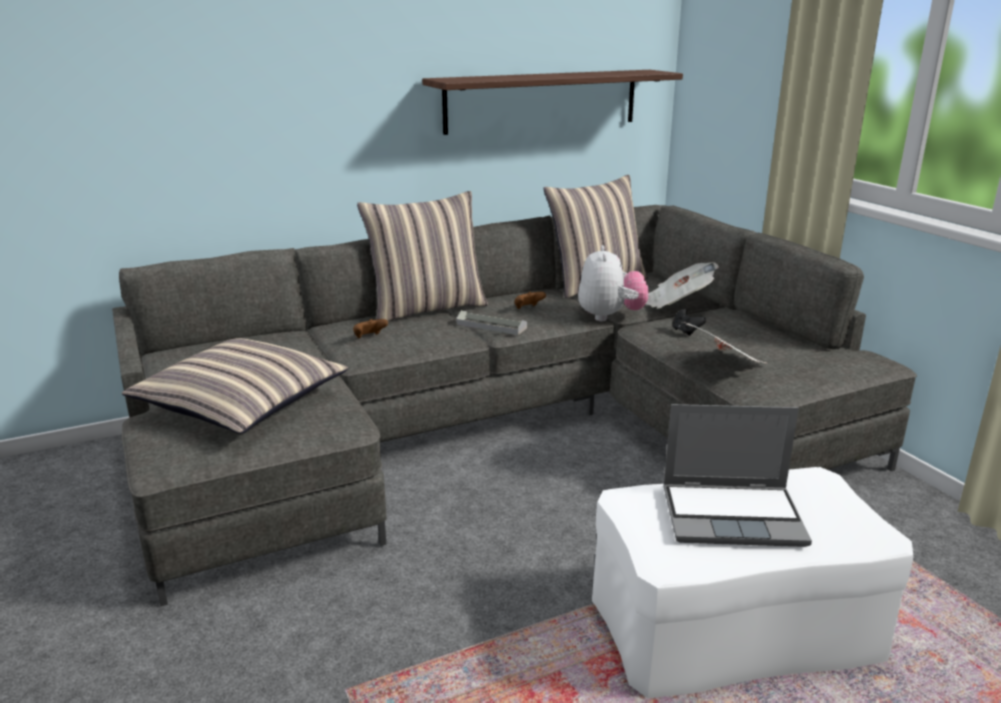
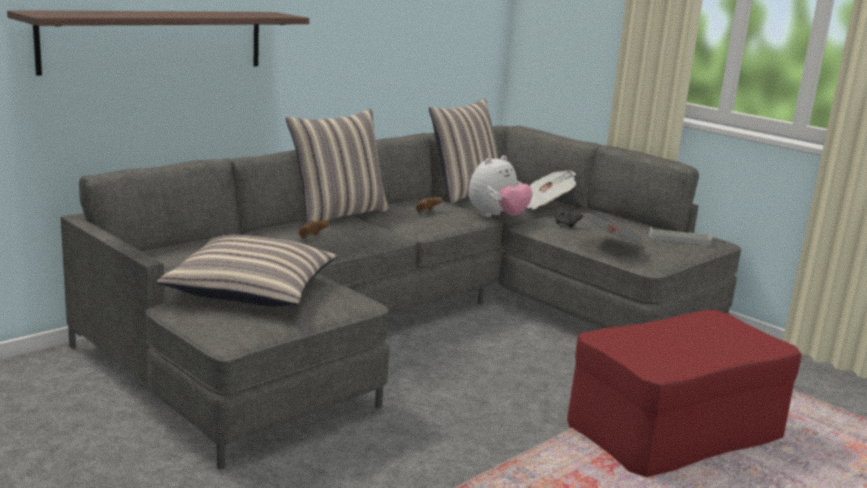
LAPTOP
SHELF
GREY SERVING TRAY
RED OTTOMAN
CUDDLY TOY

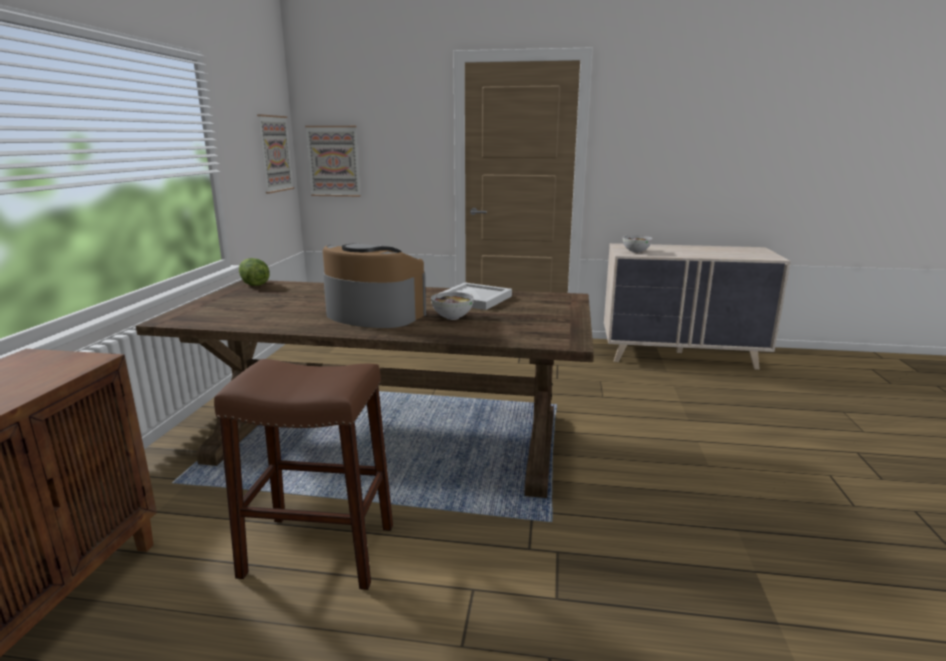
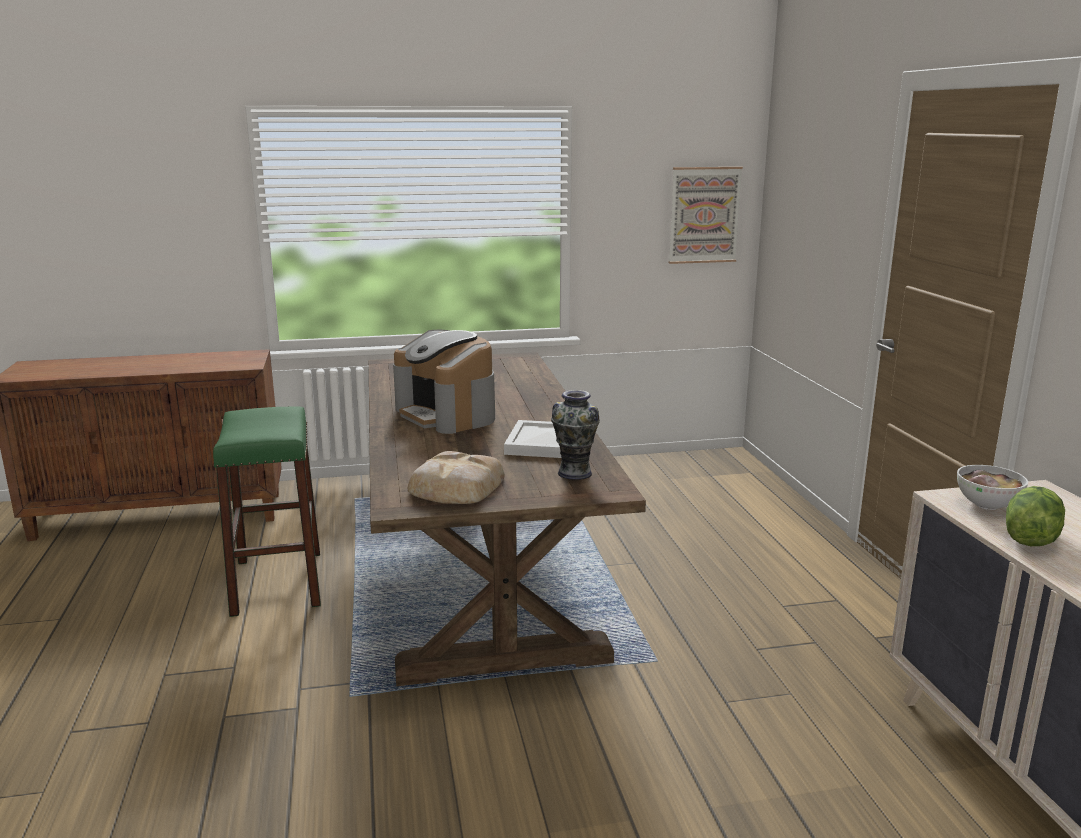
PICTURE (no. 2 from left in the first image)
SERVING BOWL (no. 1 from left in the first image)
BREAD
VASE
LETTUCE HEAD
GREEN-COLOURED STOOL SEAT
COFFEE BREWER

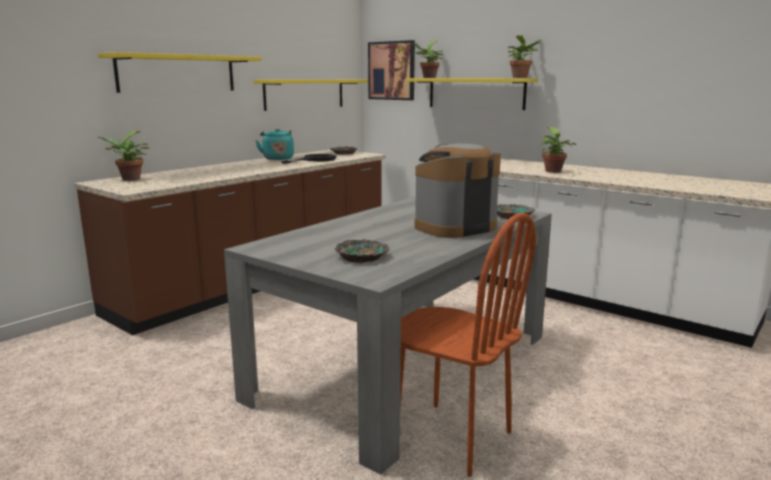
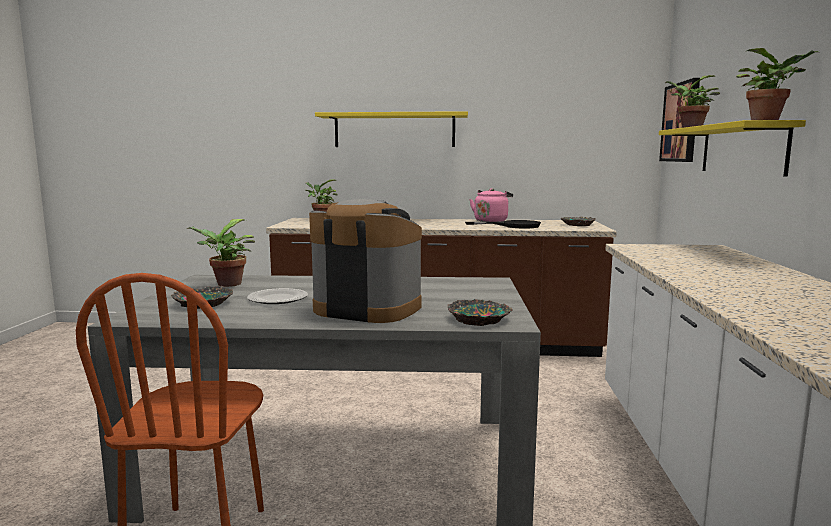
YELLOWISH SHELF (no. 2 from left in the first image)
PLATE
HOUSEPLANT (no. 1 from left)
PINK-COLOURED WATER KETTLE

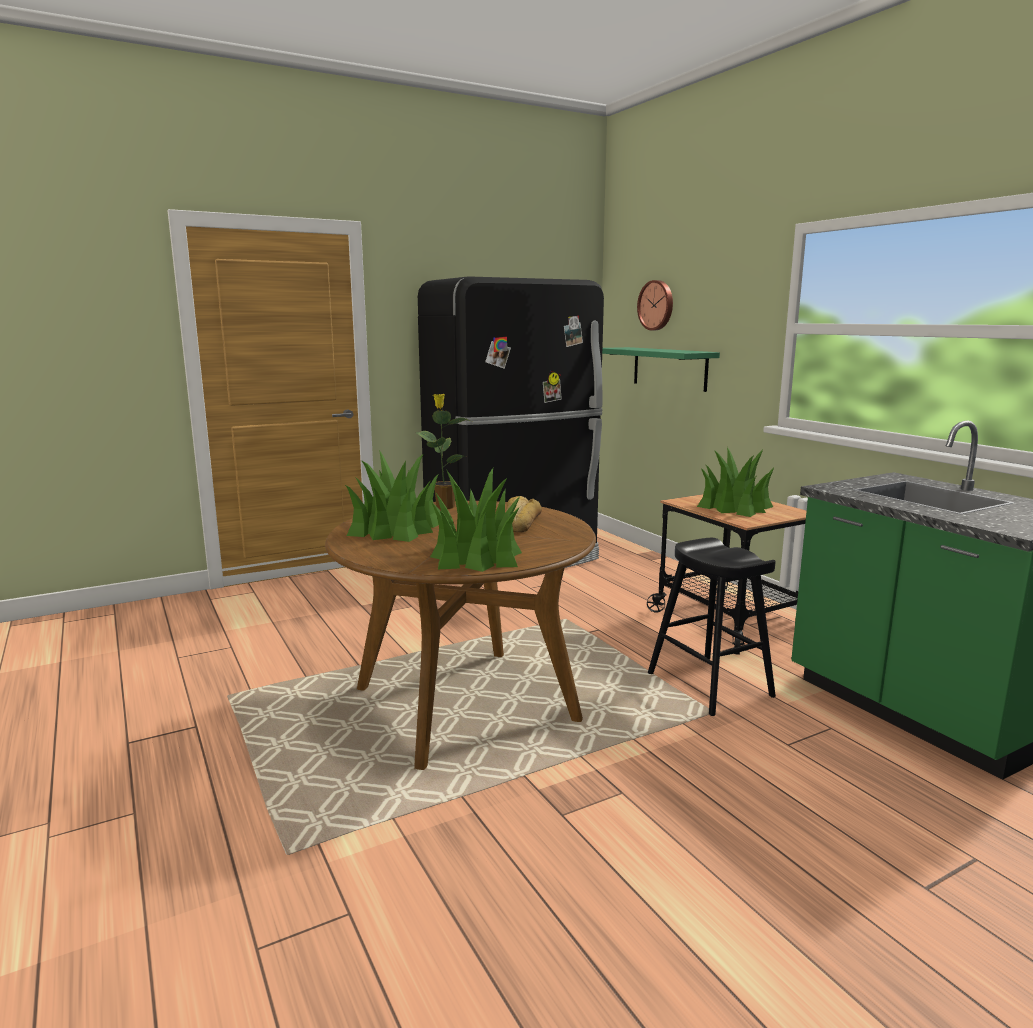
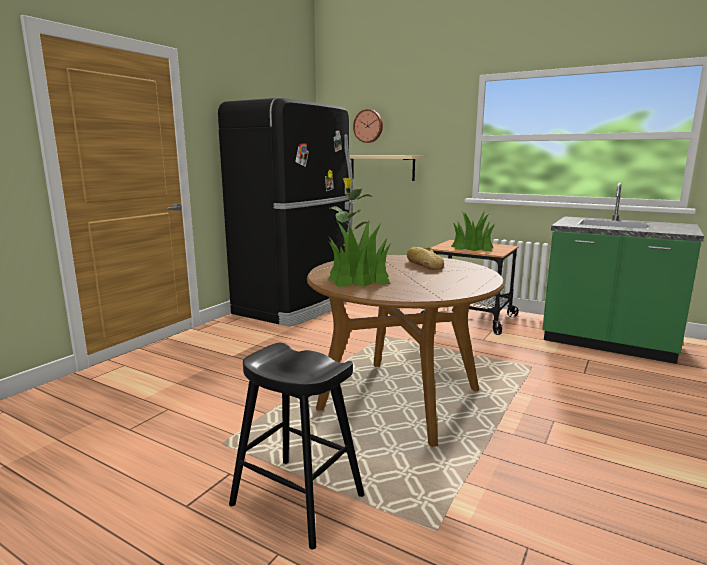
HOUSEPLANT (no. 3 from left in the first image)
BLACKISH STOOL SEAT
SAND-COLOURED SHELF

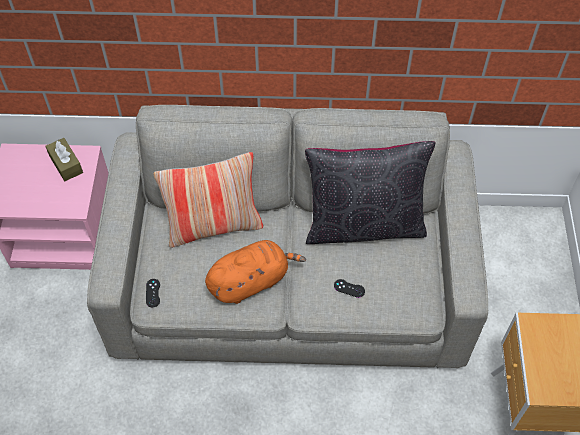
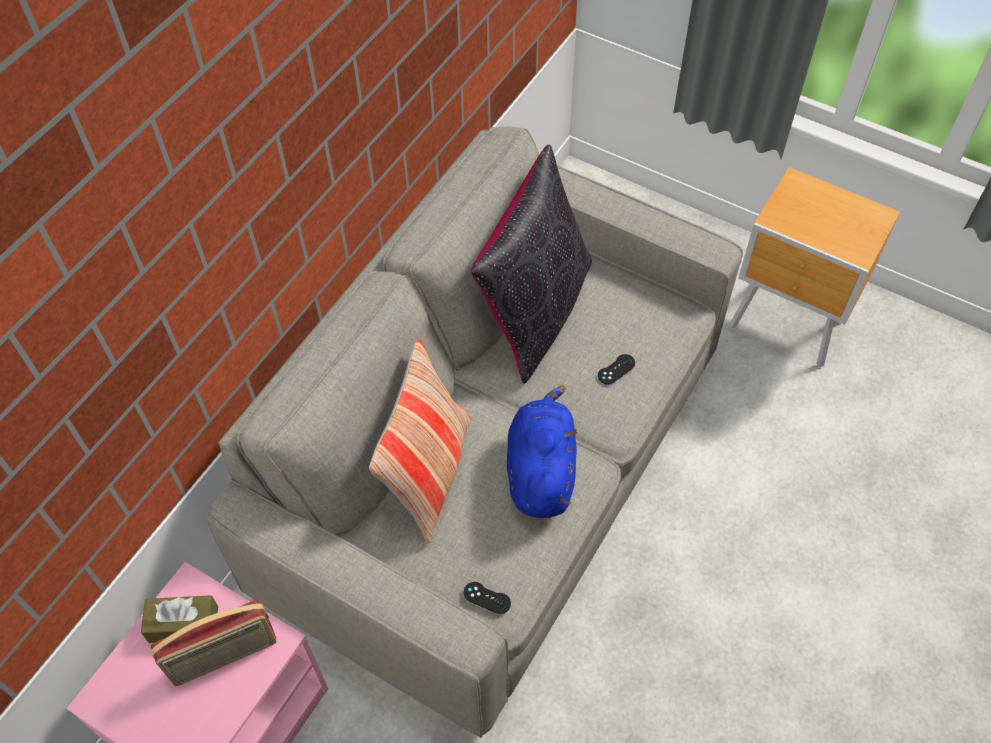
RADIO SET
BLUE CUDDLY TOY

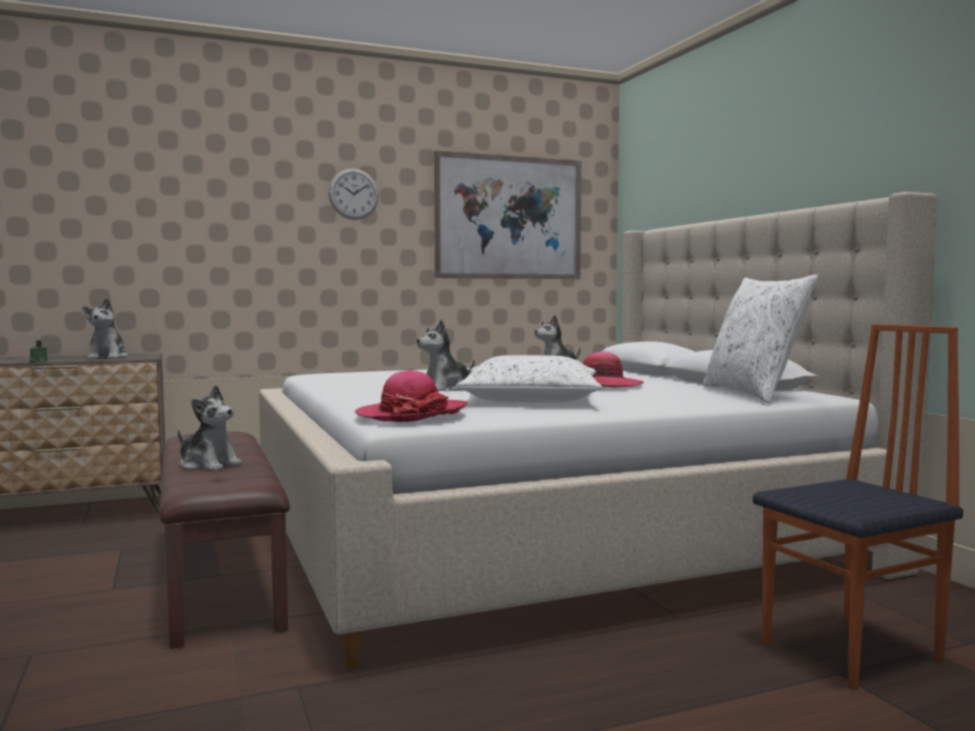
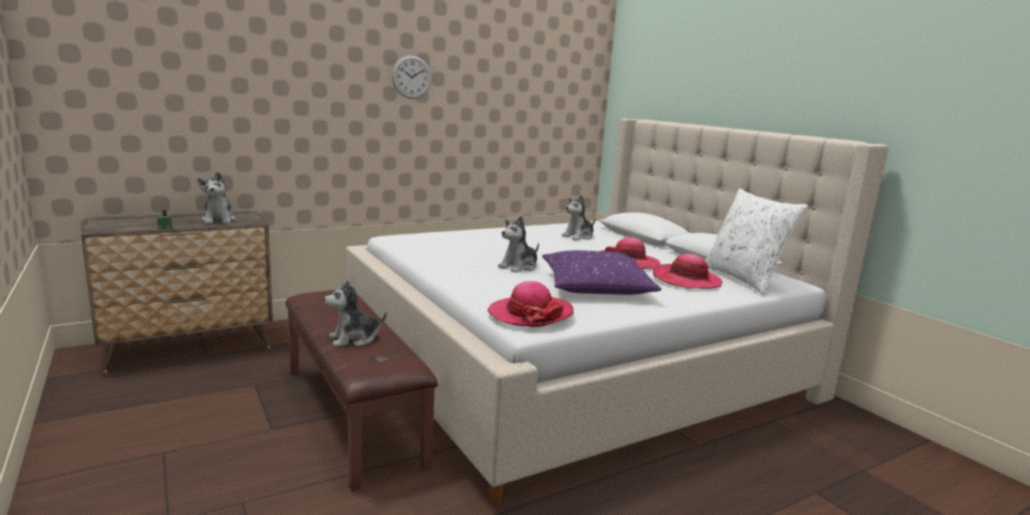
PICTURE
PLAIN CHAIR
WEARABLE HAT (no. 3 from left)
PURPLE CUSHION
CUDDLY TOY (no. 2 from left)

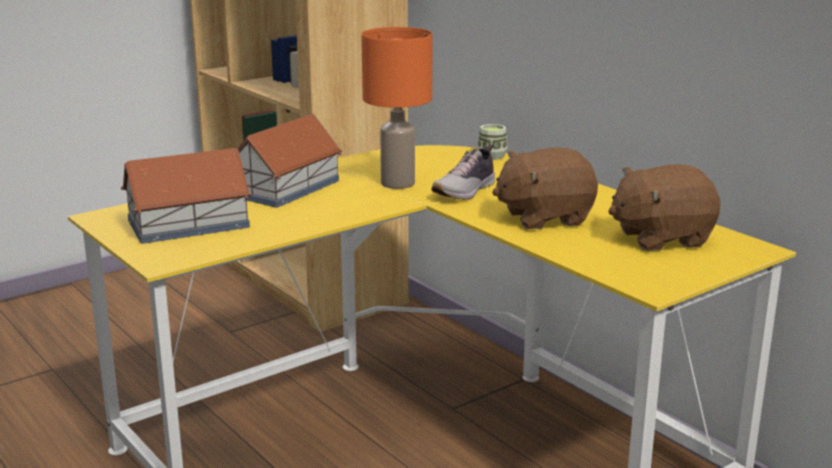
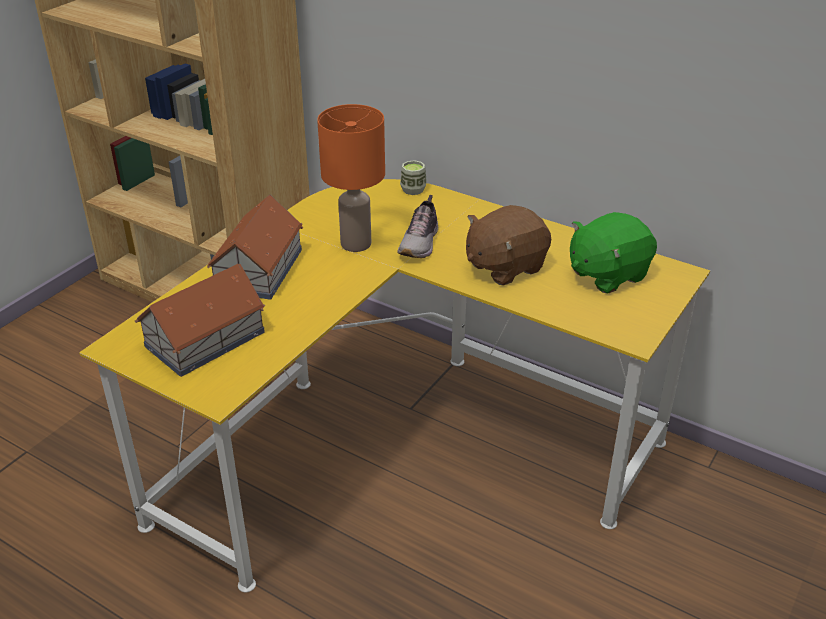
GREEN-COLOURED CUDDLY TOY

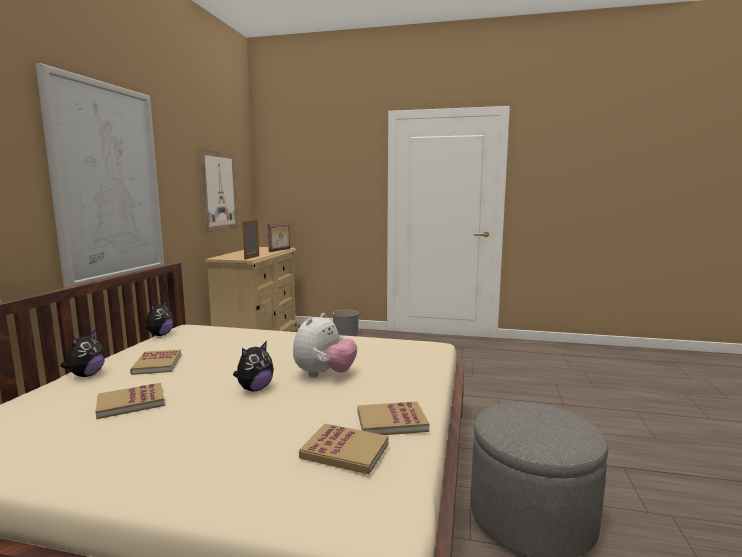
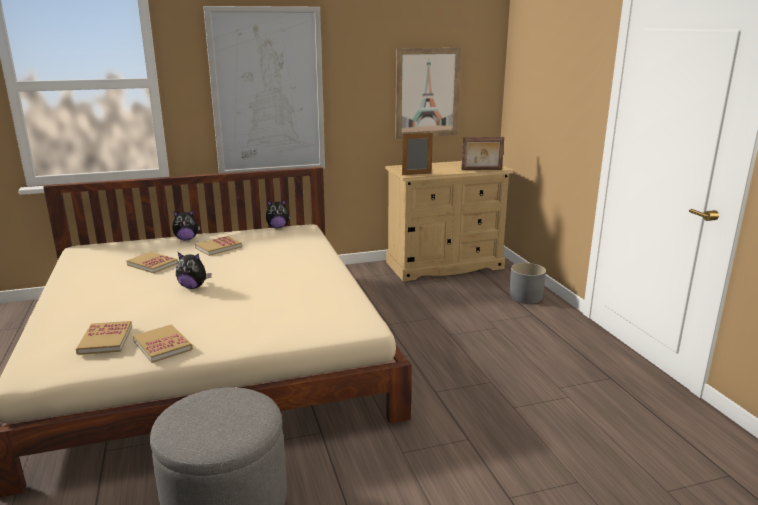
CUDDLY TOY (no. 4 from left in the first image)

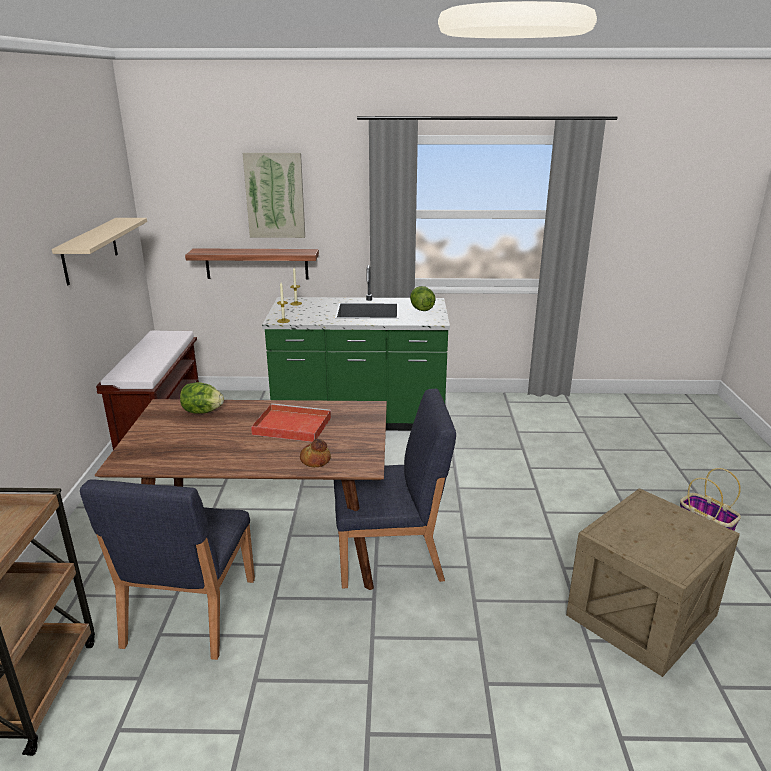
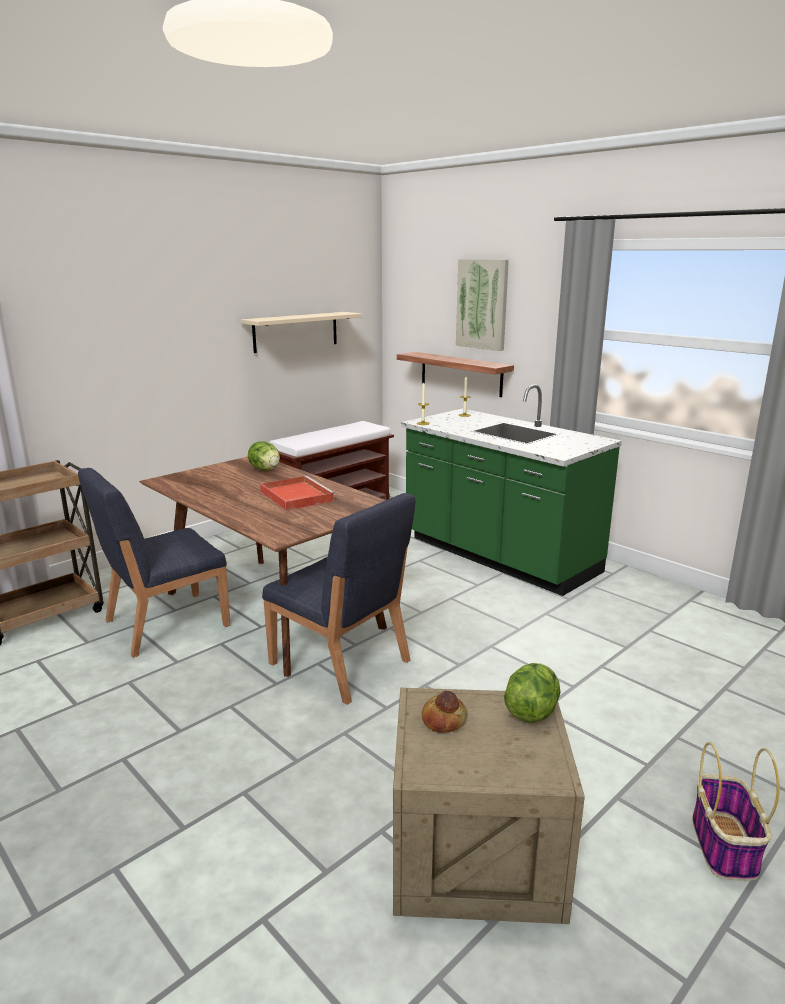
BREAD
LETTUCE HEAD (no. 2 from left)

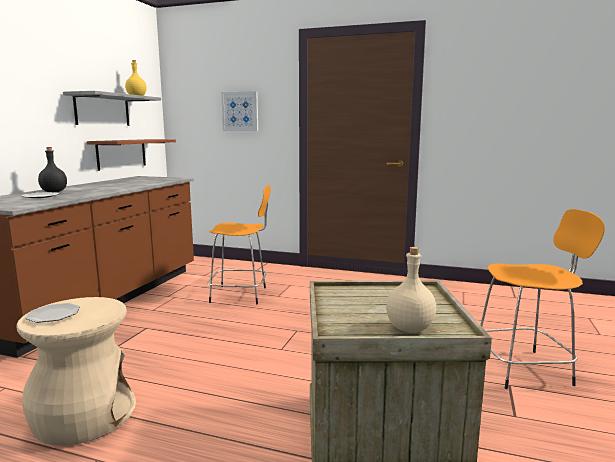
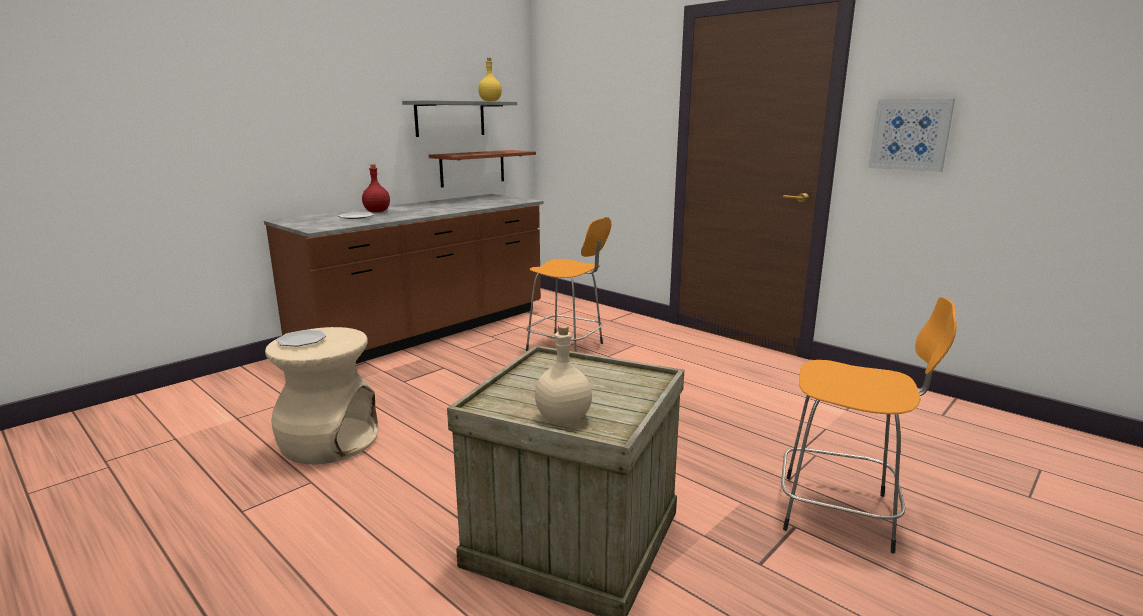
PICTURE
RED DRINK BOTTLE

